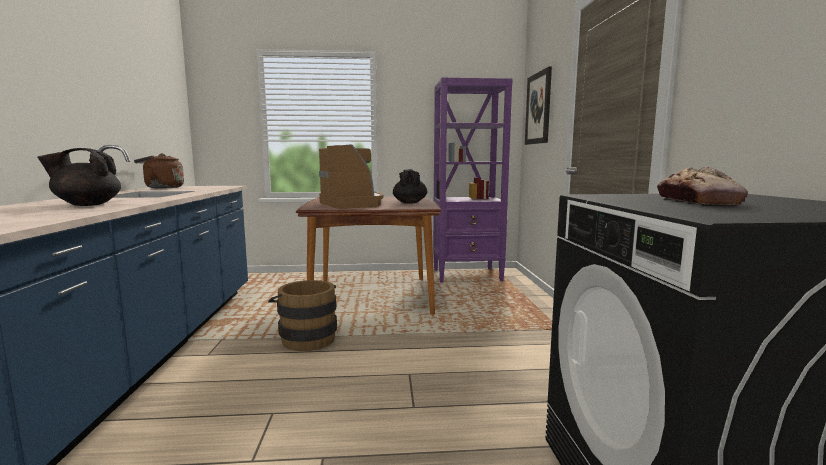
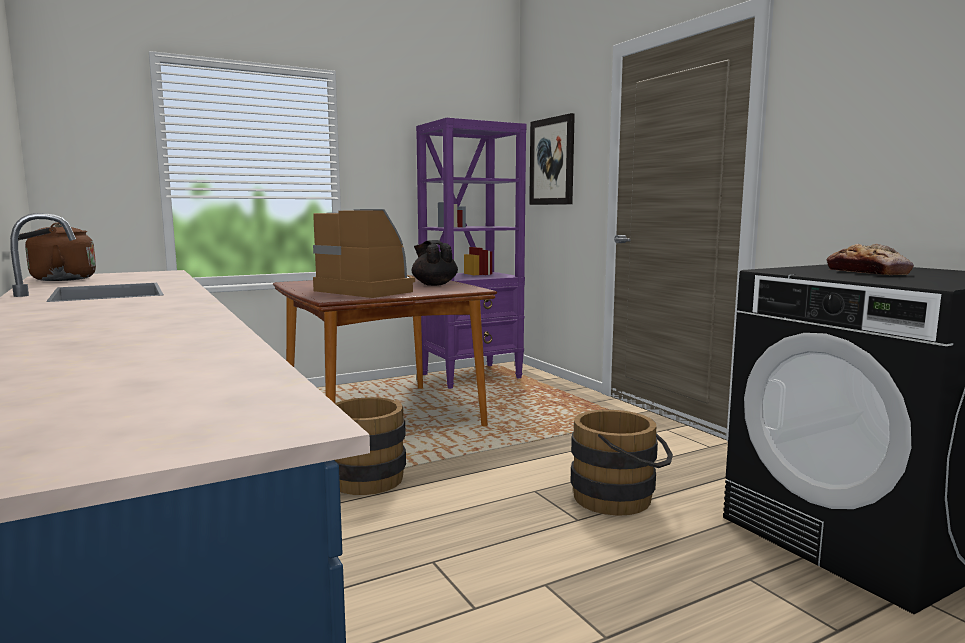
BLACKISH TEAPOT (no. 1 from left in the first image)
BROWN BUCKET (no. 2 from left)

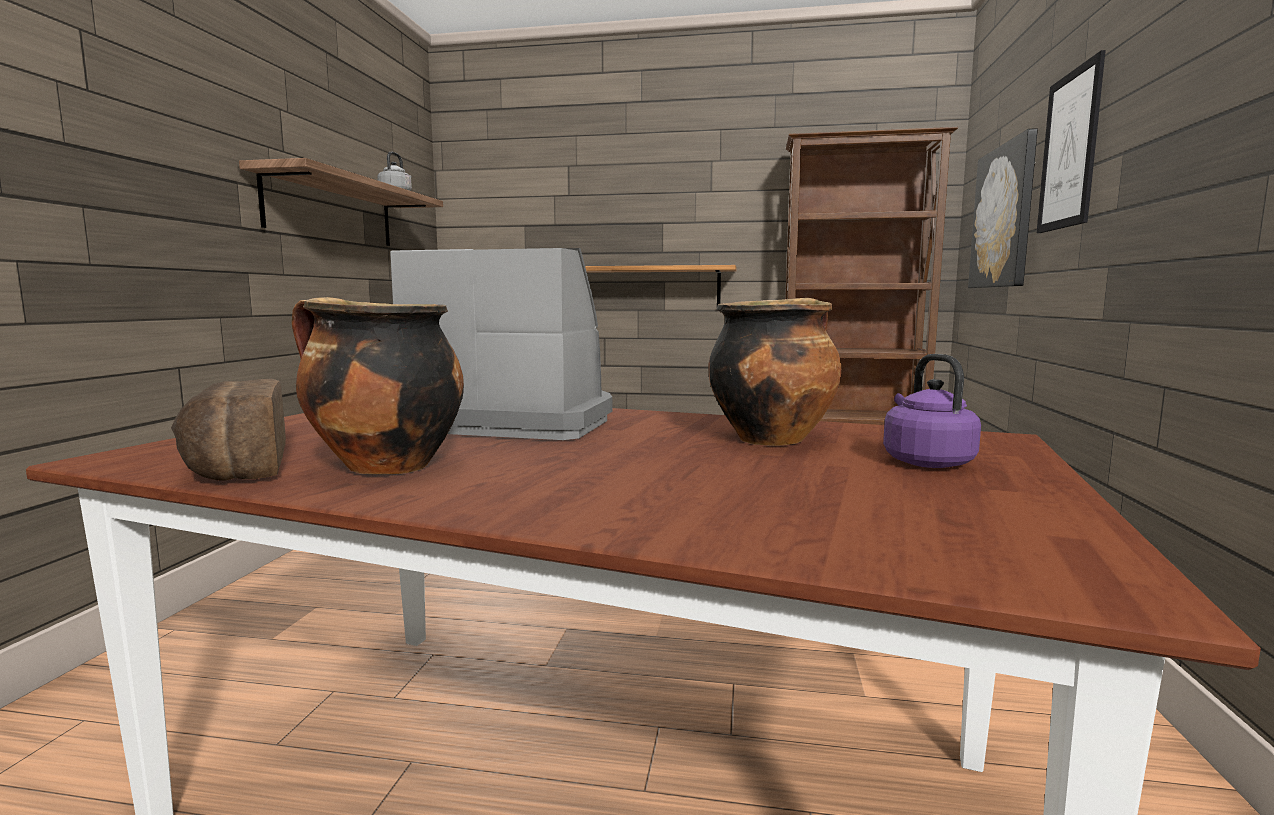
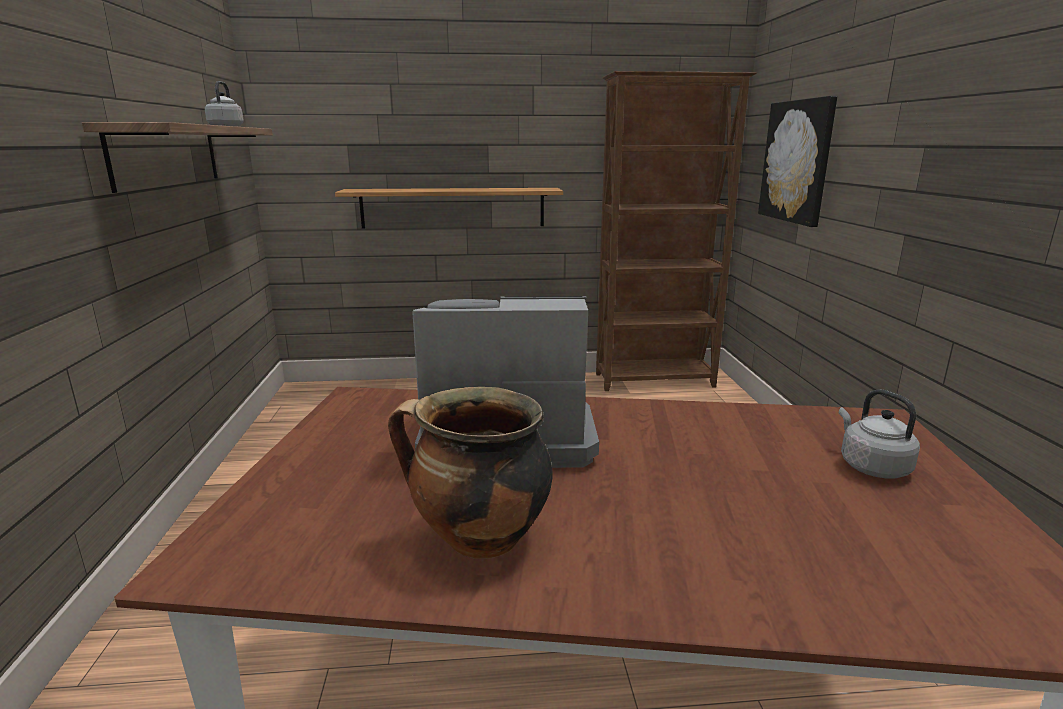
BREAD
STOCKPOT (no. 2 from left in the first image)
PICTURE (no. 2 from left in the first image)
GREY WATER KETTLE (no. 2 from left)

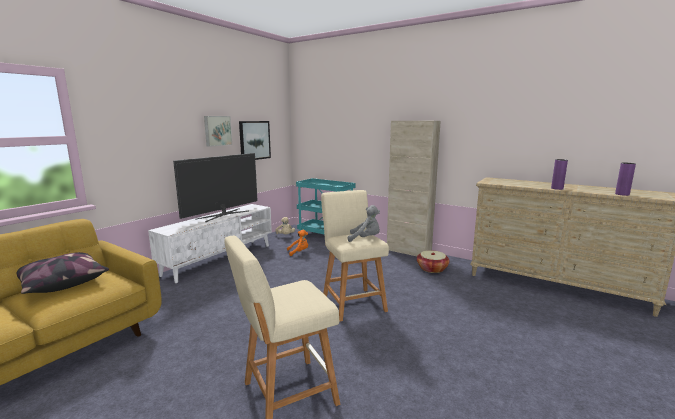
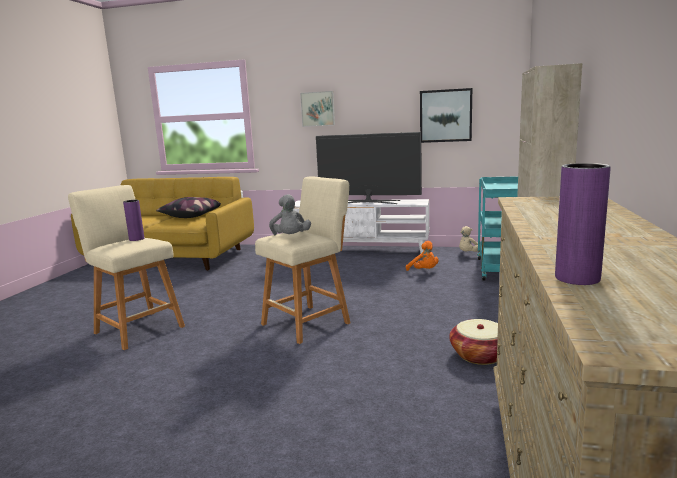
PICTURE (no. 1 from left)
PURPLE VASE (no. 1 from left)

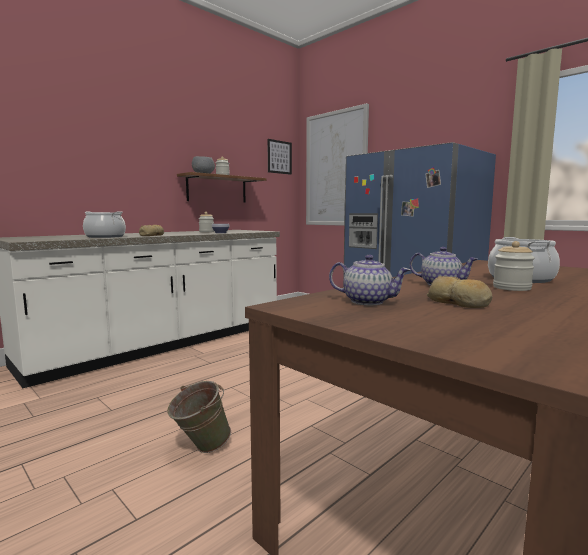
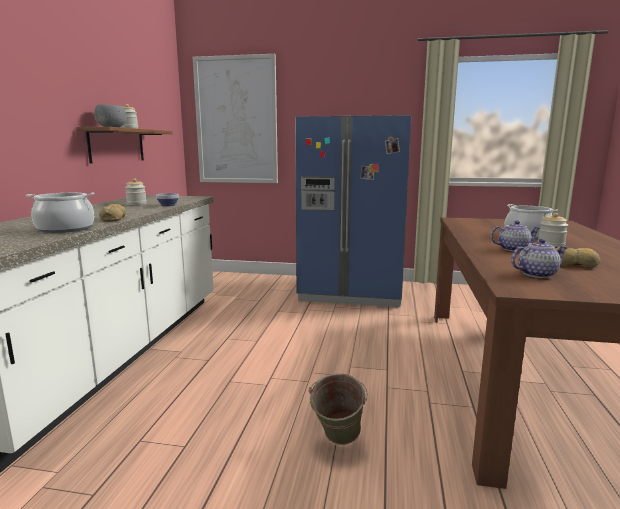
PICTURE (no. 1 from left in the first image)

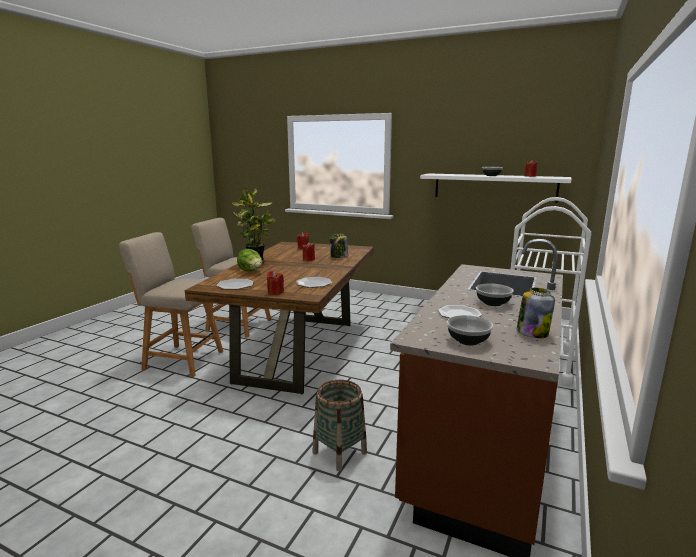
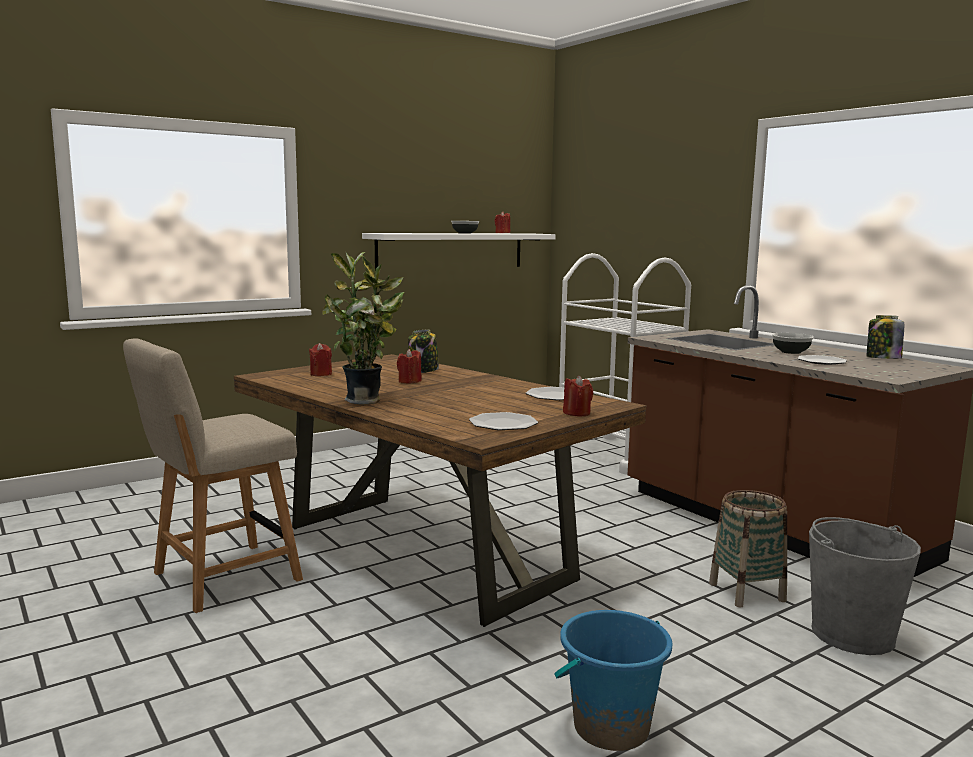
SAND-COLOURED PLAIN CHAIR (no. 1 from left in the first image)
LETTUCE HEAD
SERVING BOWL (no. 1 from left in the first image)
BLUE BUCKET
GREY BUCKET

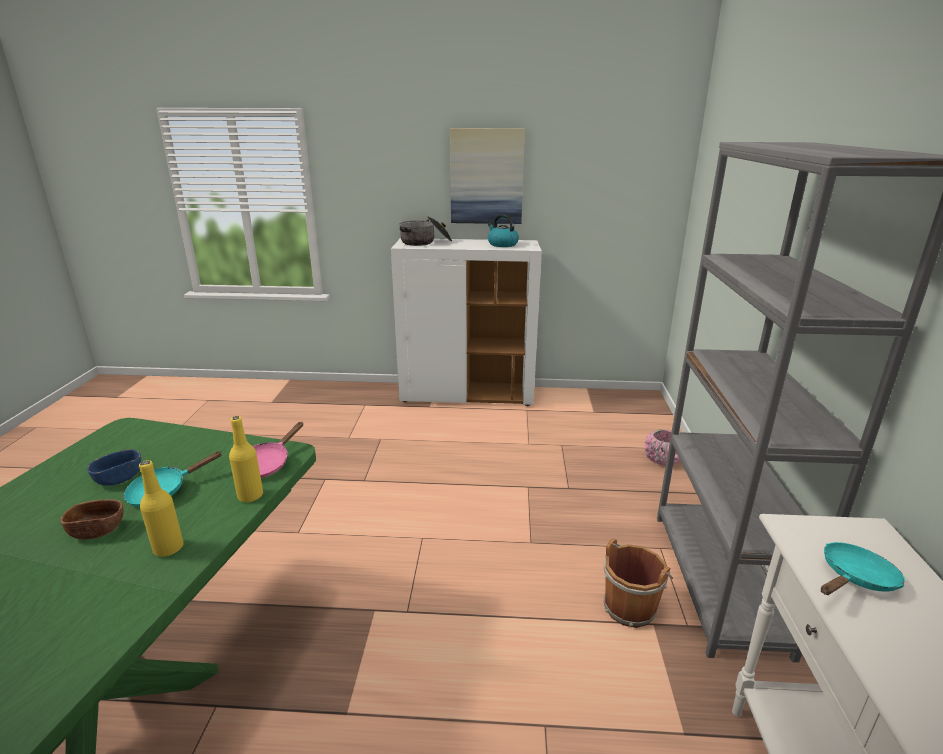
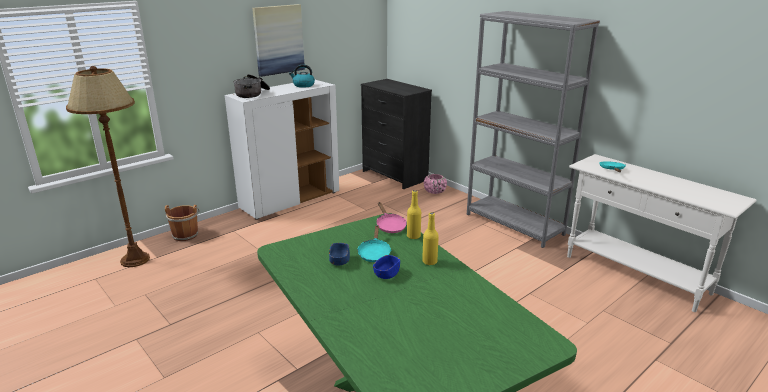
BROWN STANDING LAMP
BLACKISH CHEST OF DRAWERS
BROWN BUCKET
BLUE SERVING BOWL (no. 2 from left)

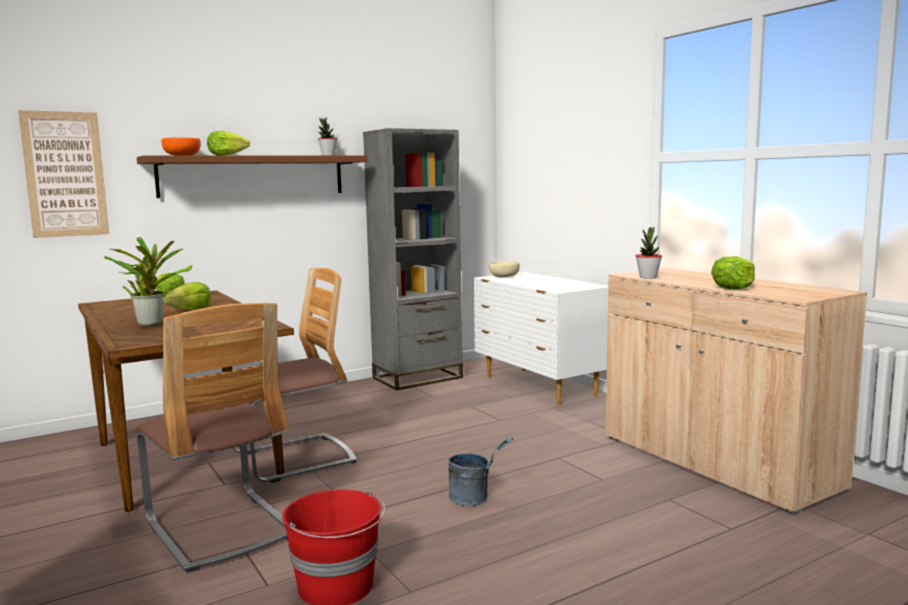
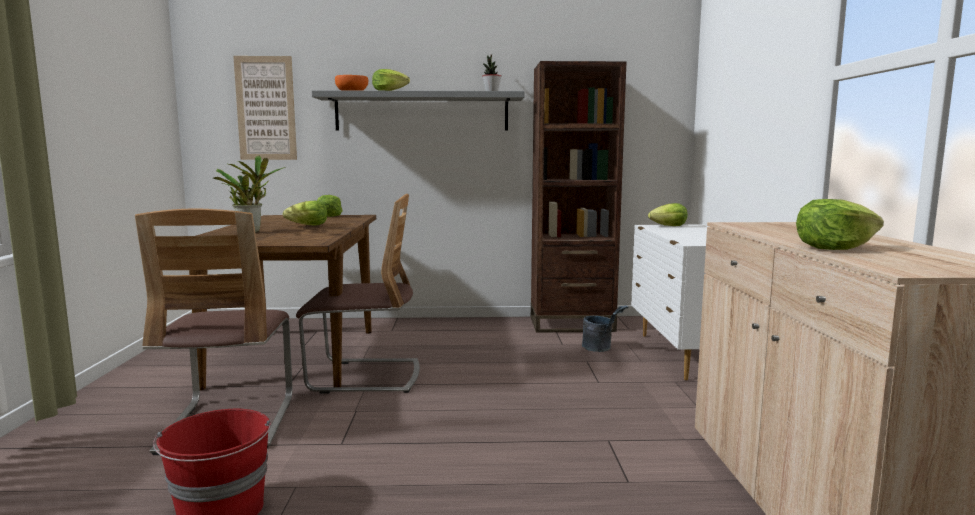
HOUSEPLANT (no. 3 from left in the first image)
GREY BUCKET
LETTUCE HEAD (no. 4 from left)
GREY SHELF
BROWN SHELVING UNIT

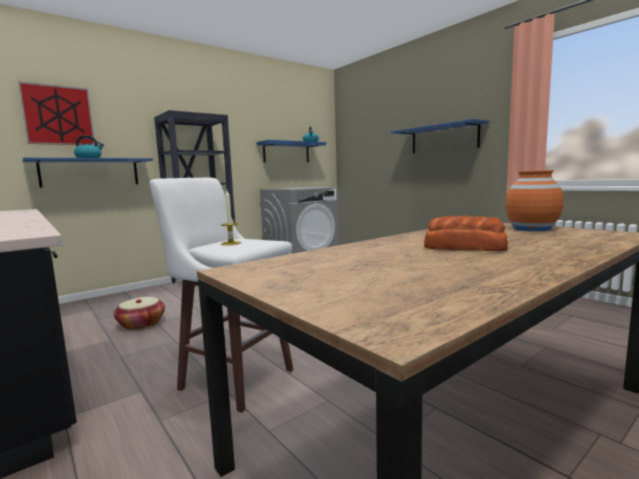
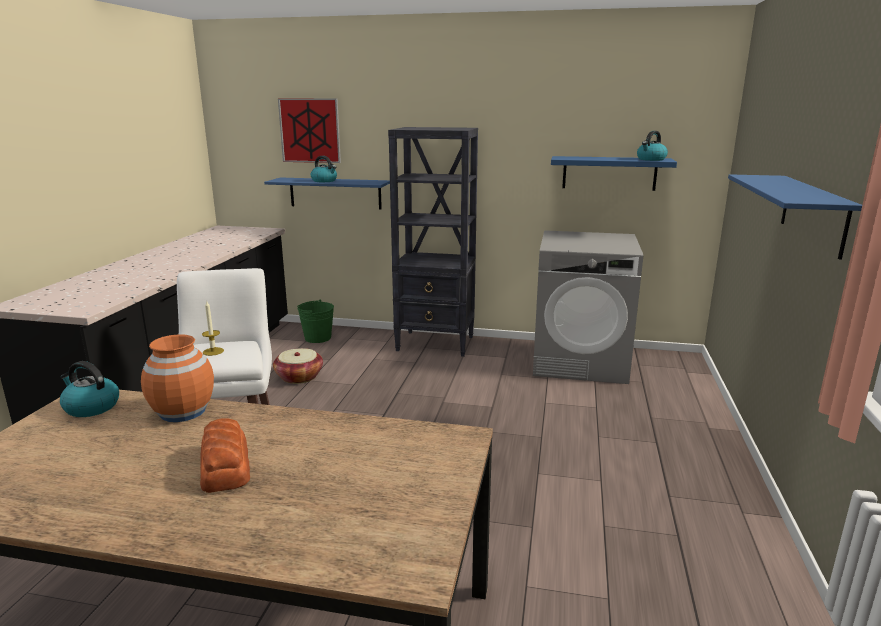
WATER KETTLE (no. 1 from left)
GREEN-COLOURED BUCKET
ORANGE-COLOURED VASE

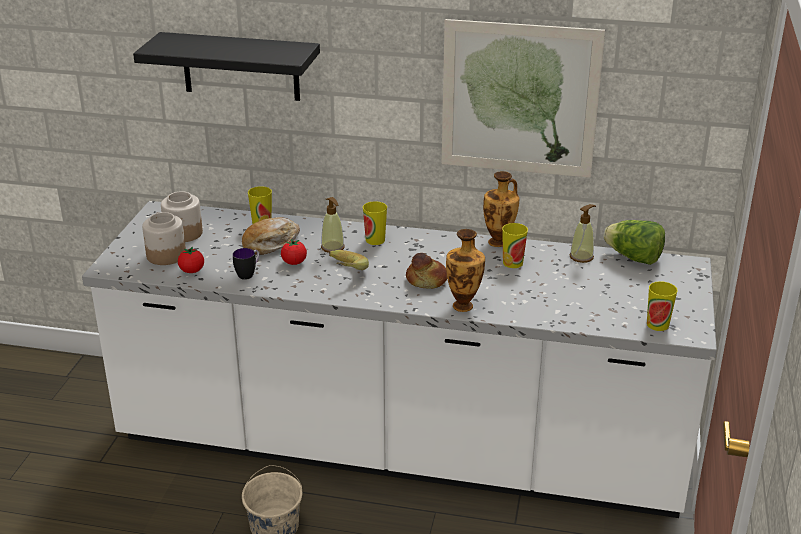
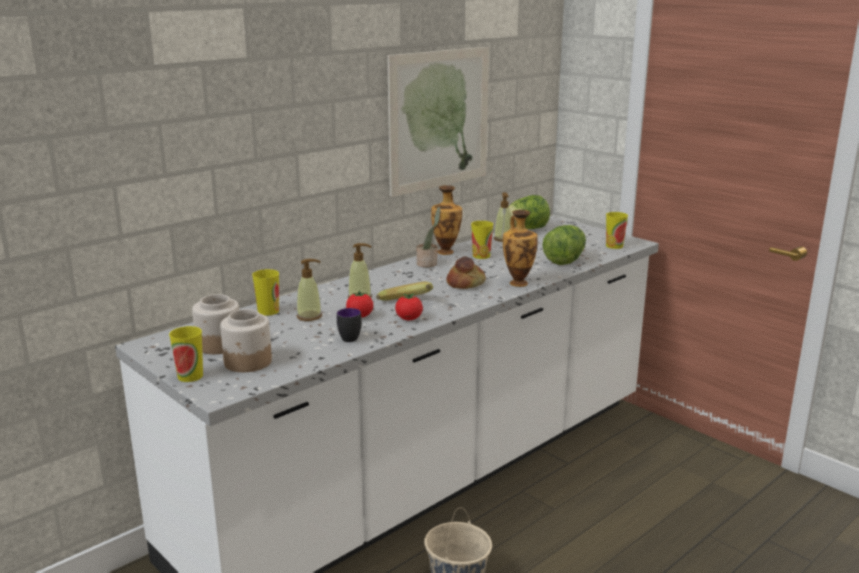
BLACKISH SHELF
HOUSEPLANT
LETTUCE HEAD (no. 2 from left)
TOMATO (no. 2 from left)
CUP (no. 1 from left)
SOAP BOTTLE (no. 1 from left)

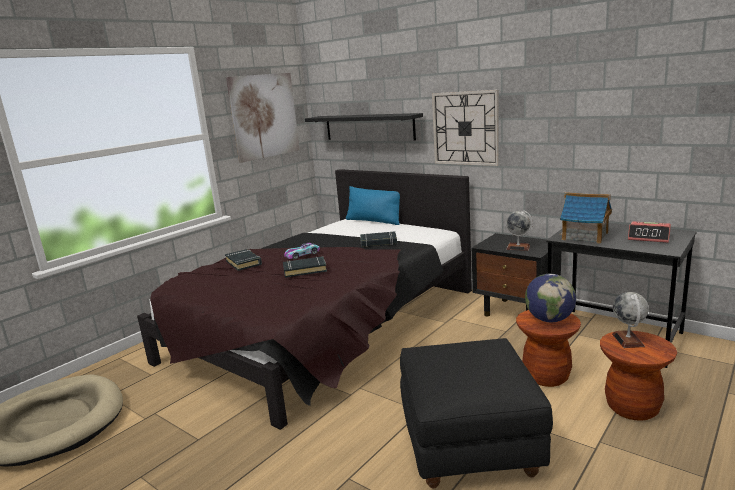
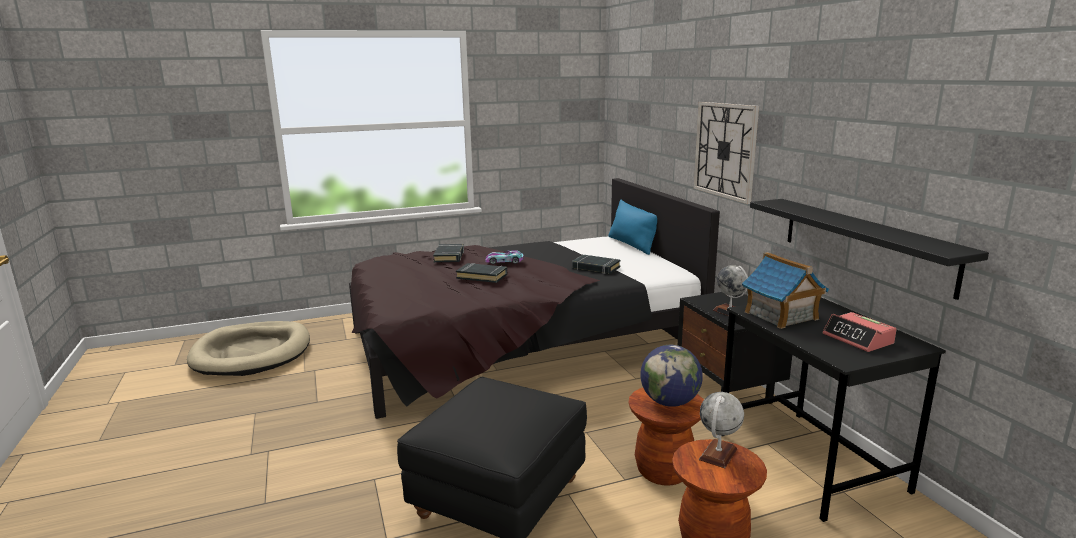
PICTURE
BLACKISH SHELF

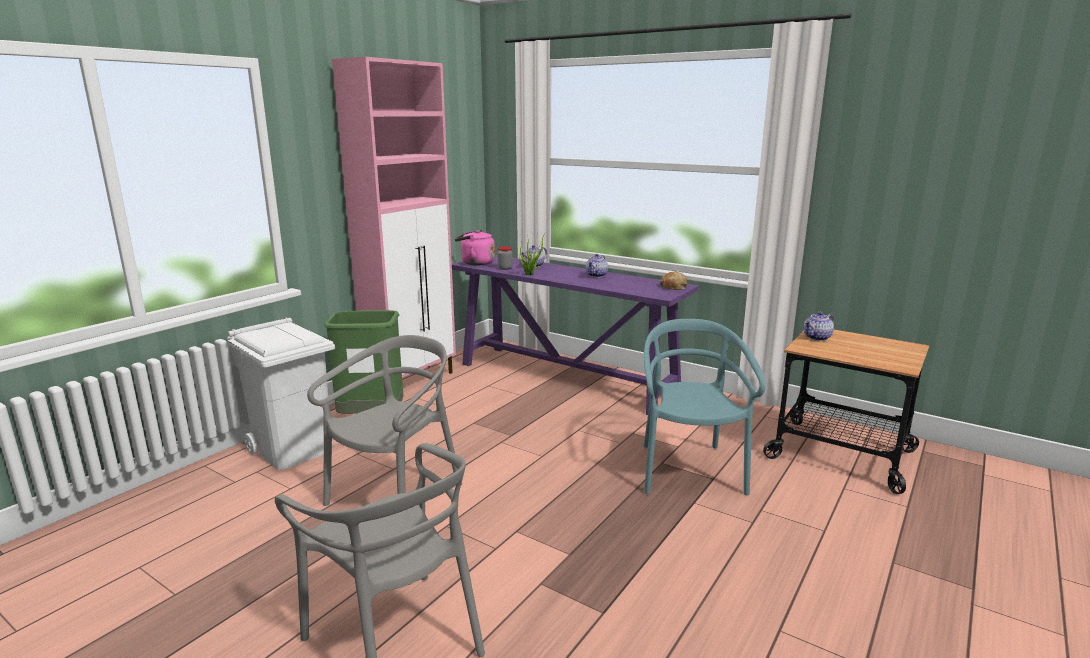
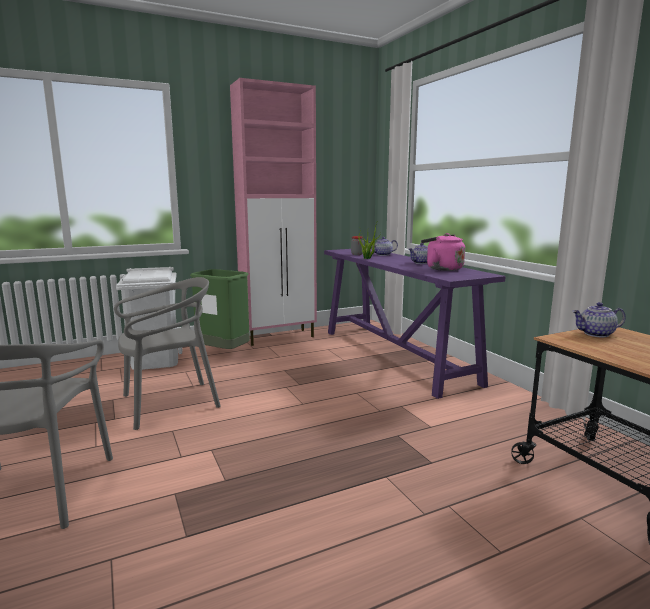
TURQUOISE PLAIN CHAIR
BREAD
PINK-COLOURED WATER KETTLE

